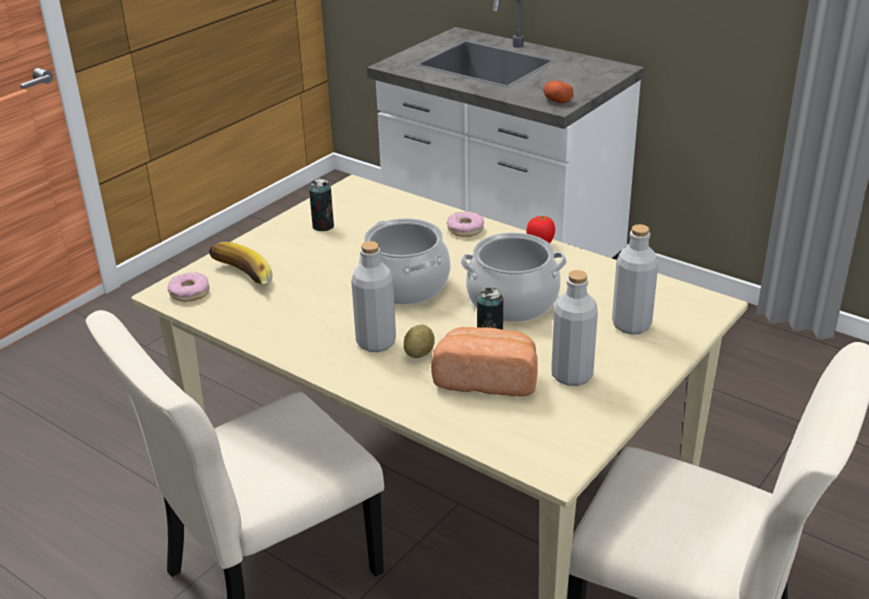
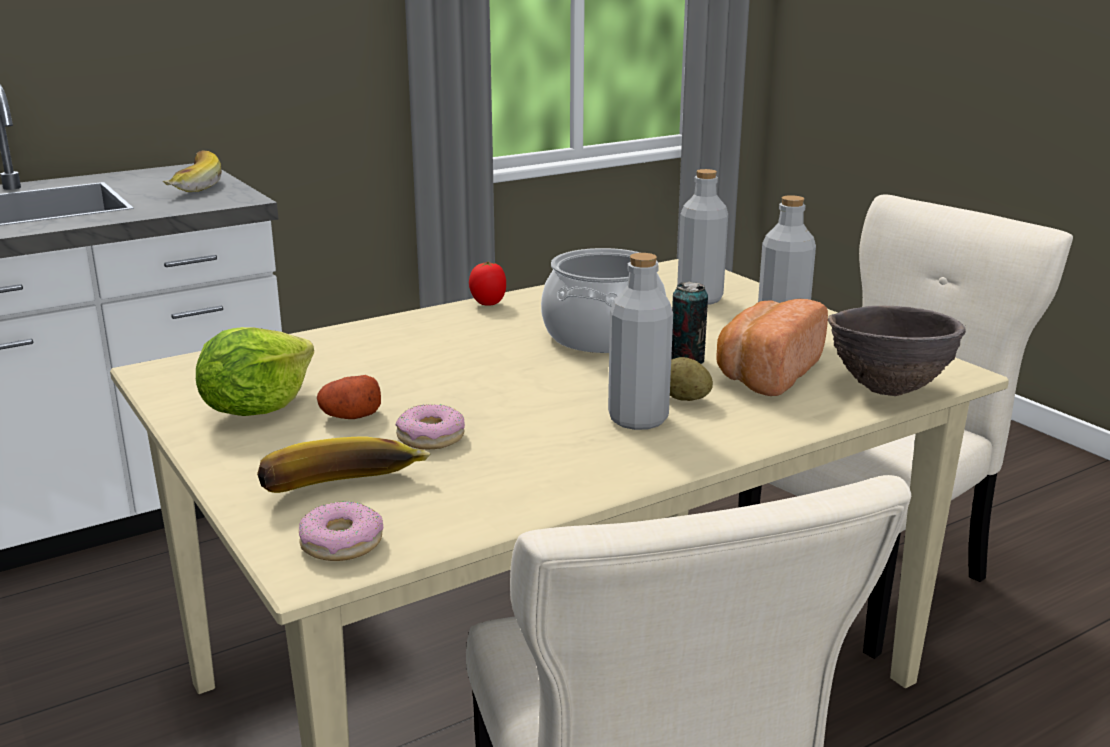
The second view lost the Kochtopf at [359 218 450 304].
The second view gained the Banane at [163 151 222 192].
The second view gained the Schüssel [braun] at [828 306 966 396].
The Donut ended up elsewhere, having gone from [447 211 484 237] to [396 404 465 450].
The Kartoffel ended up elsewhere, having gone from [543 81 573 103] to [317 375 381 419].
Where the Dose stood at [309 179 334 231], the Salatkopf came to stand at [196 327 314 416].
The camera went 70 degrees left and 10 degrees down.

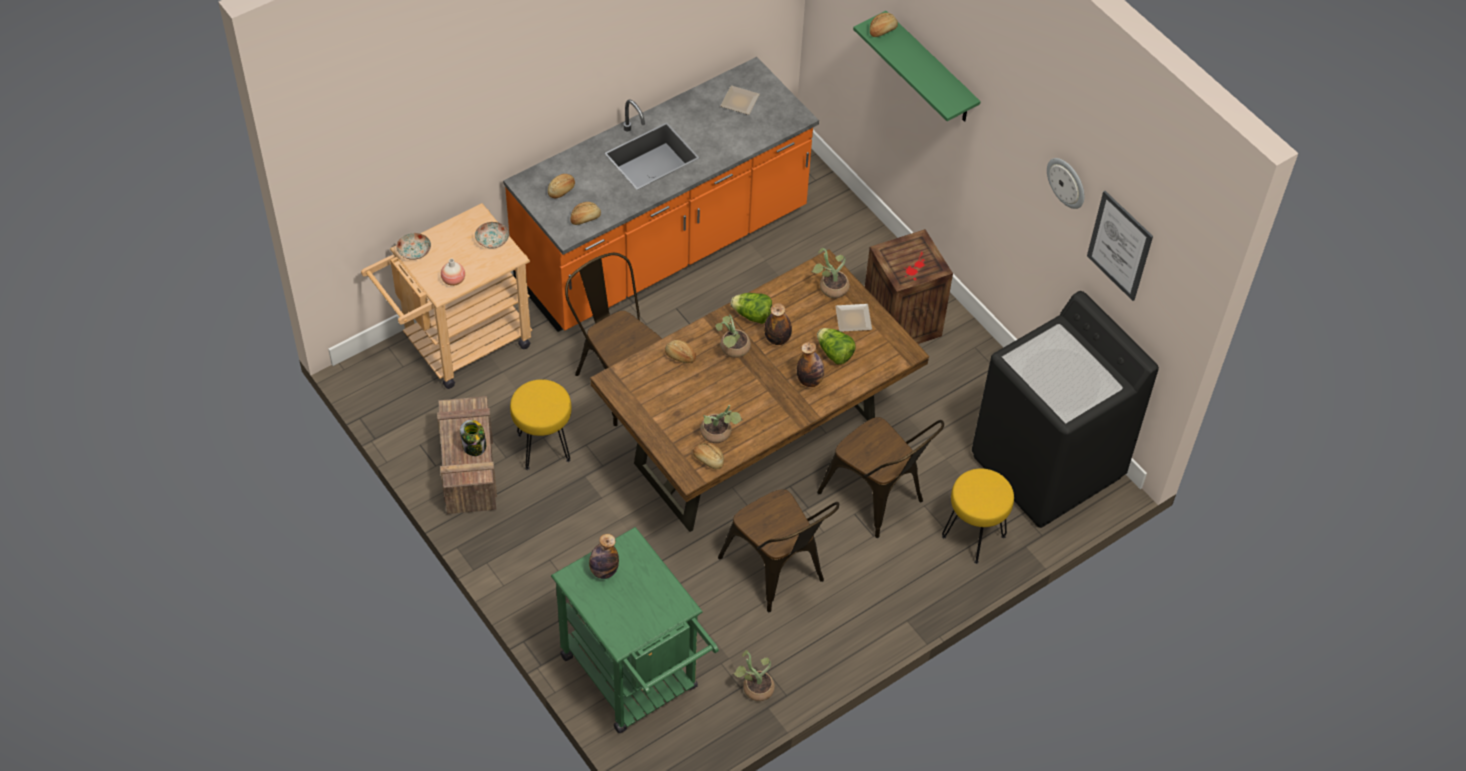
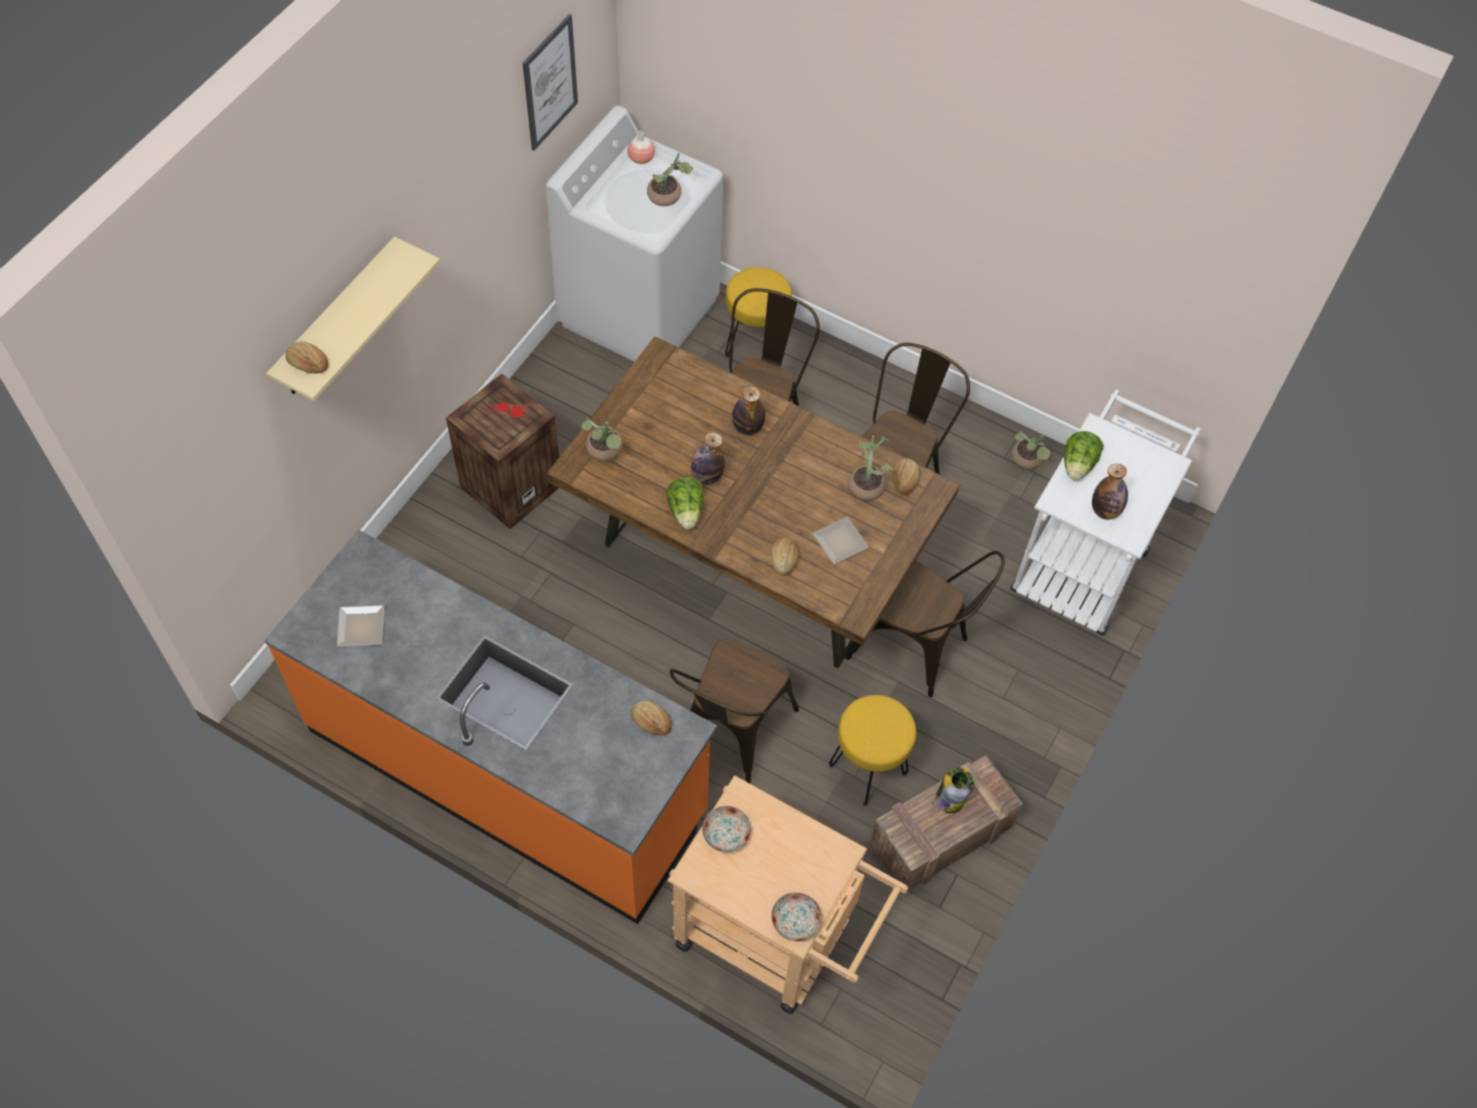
The second view lost the Brot at [548 174 575 198].
The second view lost the Wanduhr at [1047 158 1084 209].
The second view gained the Stuhl [braun] at [846 551 1005 697].
The Vase ended up elsewhere, having gone from [441 259 465 286] to [627 131 655 164].
The Topfpflanze ended up elsewhere, having gone from [715 315 751 358] to [647 152 693 206].
The Salatkopf ended up elsewhere, having gone from [817 328 856 364] to [1064 431 1104 481].
The Teller ended up elsewhere, having gone from [835 304 872 332] to [812 517 869 564].
What was the Rollwagen [grün] at [551 527 719 733] turned into the Rollwagen [weiß] at [1010 390 1201 636].
What was the Wandregal [grün] at [853 11 981 122] turned into the Wandregal [beige] at [266 236 440 401].
What was the Waschmaschine [schwarz] at [972 291 1159 528] turned into the Waschmaschine [weiß] at [546 105 723 362].
The camera went 115 degrees left and 5 degrees up.

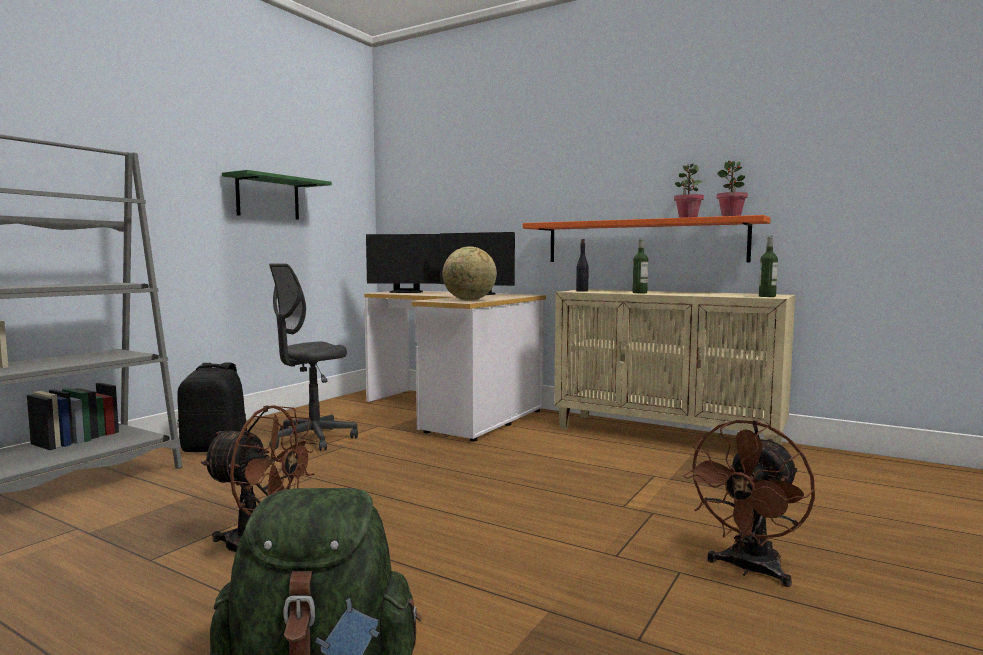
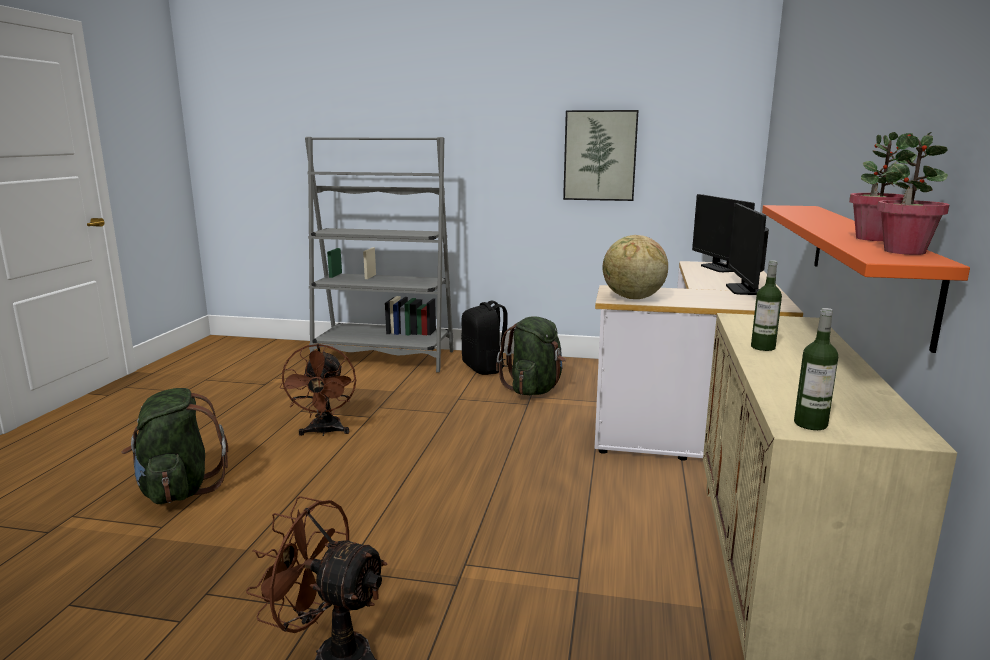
The second view lost the Flasche [schwarz] at [576 239 589 292].
Where the Wandregal [grün] hung at [222 170 332 220], the Bild came to hang at [563 110 638 201].
Where the Bürostuhl [grau] stood at [269 263 358 451], the Rucksack [grün] came to stand at [496 317 566 395].
The camera went 70 degrees right and 10 degrees up.

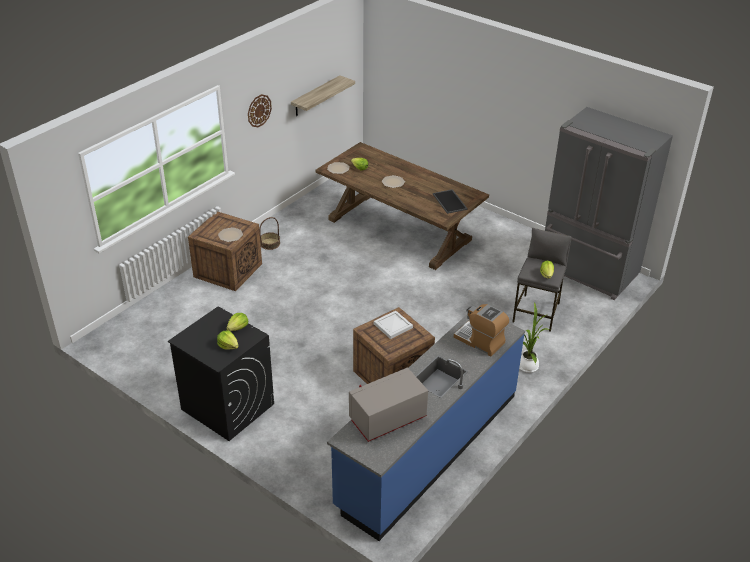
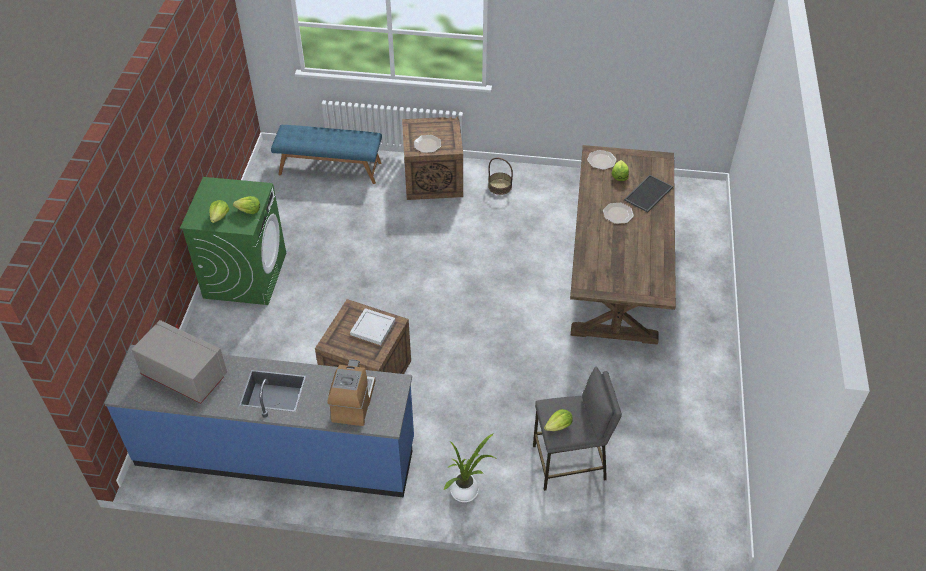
The second view lost the Wanduhr at [248 94 272 127].
The second view lost the Wandregal at [291 75 355 116].
The second view lost the Kühlschrank [grau] at [545 107 673 300].
The second view gained the Bank [blau] at [271 125 382 184].
The Tablett ended up elsewhere, having gone from [433 189 468 214] to [624 175 673 213].
What was the Waschmaschine [schwarz] at [168 306 274 441] turned into the Waschmaschine [grün] at [180 177 286 305].
The camera went 60 degrees right and 10 degrees up.

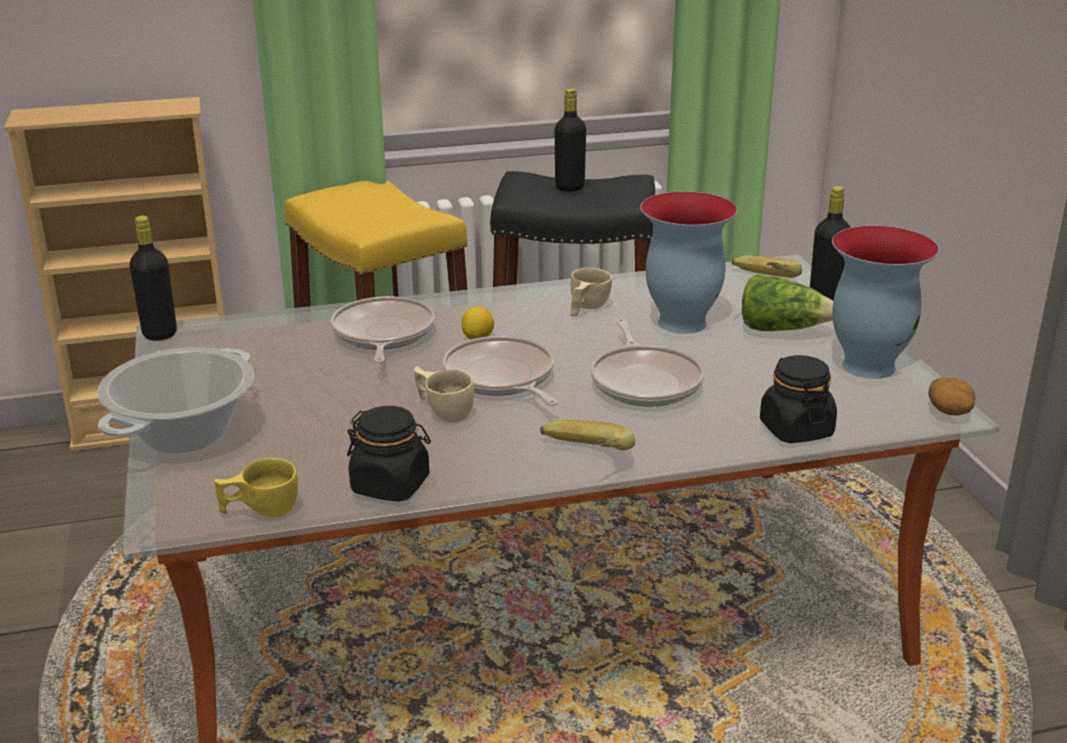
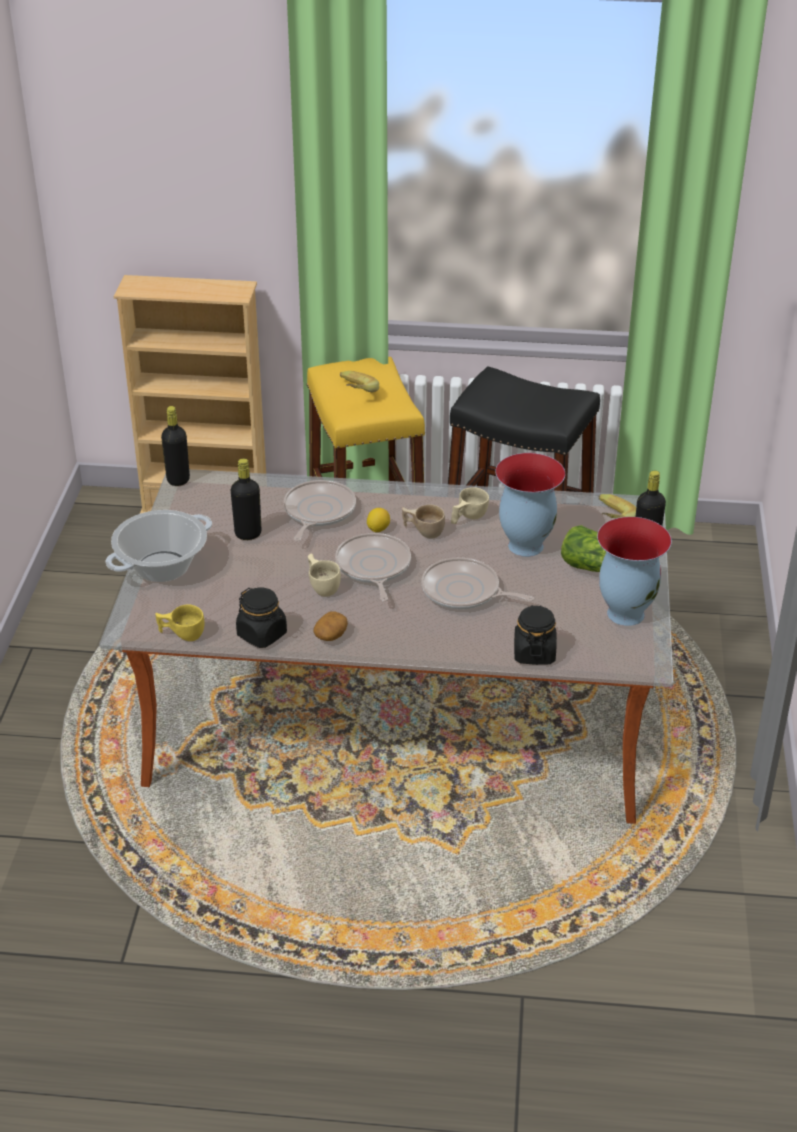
The second view gained the Tasse [beige] at [402 504 445 539].
The Banane ended up elsewhere, having gone from [540 420 635 450] to [340 371 379 392].
The Flasche [schwarz] ended up elsewhere, having gone from [555 88 586 192] to [231 458 261 540].
The Kartoffel ended up elsewhere, having gone from [928 377 975 416] to [313 612 348 641].
The Pfanne at [591 319 704 407] ended up facing another way, 105 degrees clockwise from before.
The camera went 20 degrees right and 10 degrees up.

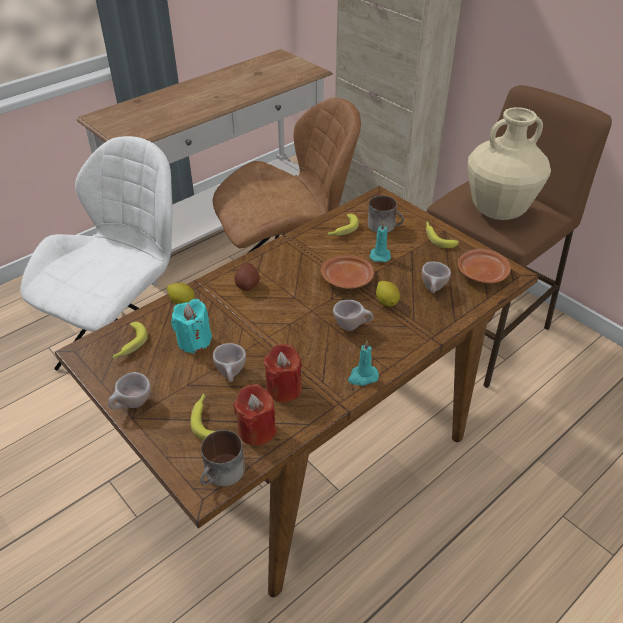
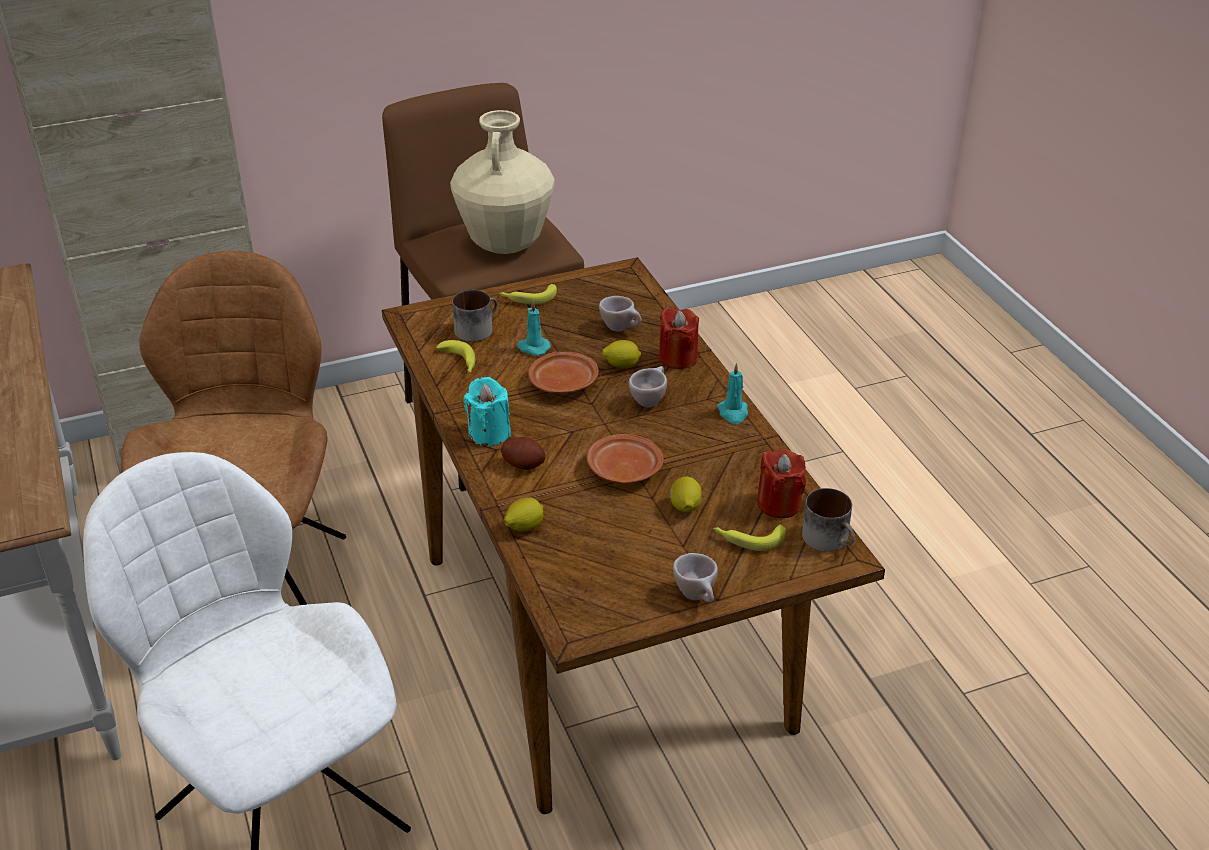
The second view lost the Banane at [113 322 148 358].
The Kerze [türkis] ended up elsewhere, having gone from [171 299 212 354] to [463 377 511 447].
The Kerze [rot] ended up elsewhere, having gone from [264 344 302 402] to [659 306 699 369].
The Teller [braun] ended up elsewhere, having gone from [458 249 511 284] to [587 434 664 484].
Where the Tasse [beige] stood at [213 343 246 382], the Zitrone came to stand at [670 477 702 512].
The camera went 70 degrees left and 5 degrees down.

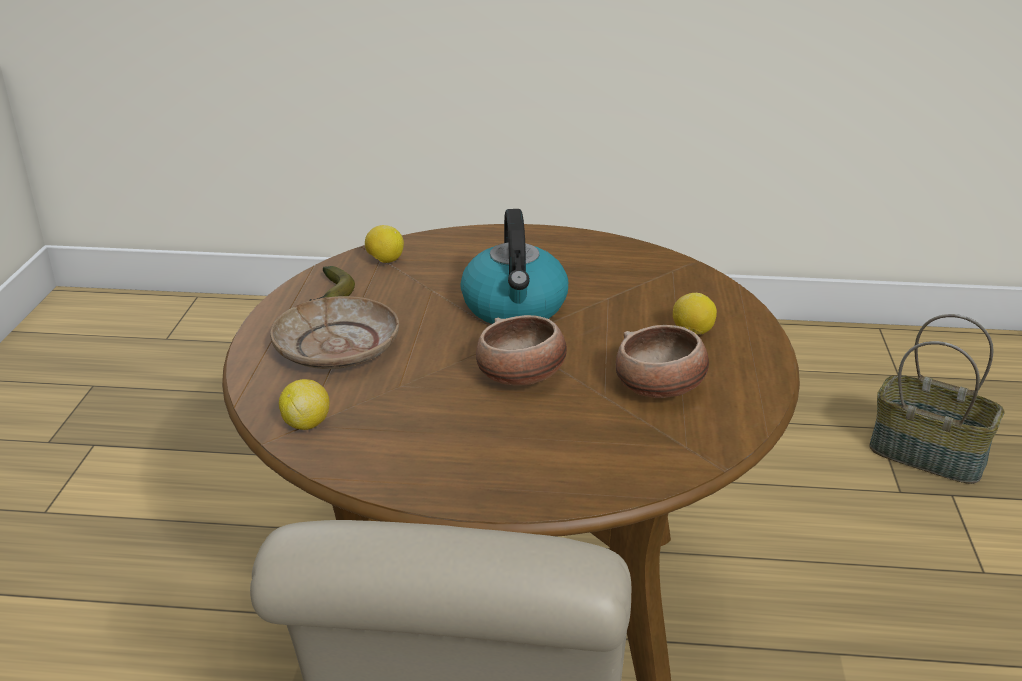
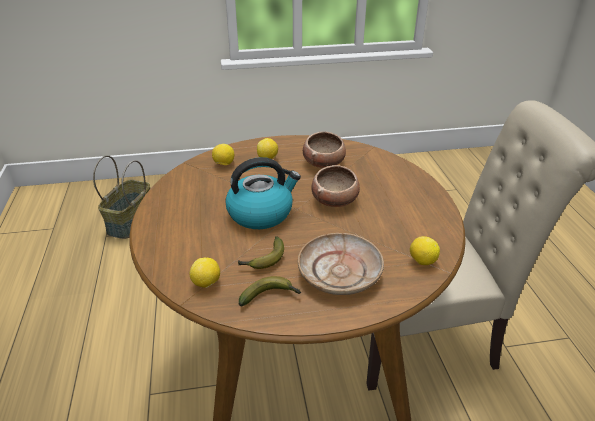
The second view gained the Zitrone at [212 144 234 165].
The second view gained the Banane at [238 236 284 269].
The camera went 105 degrees left and 5 degrees up.

